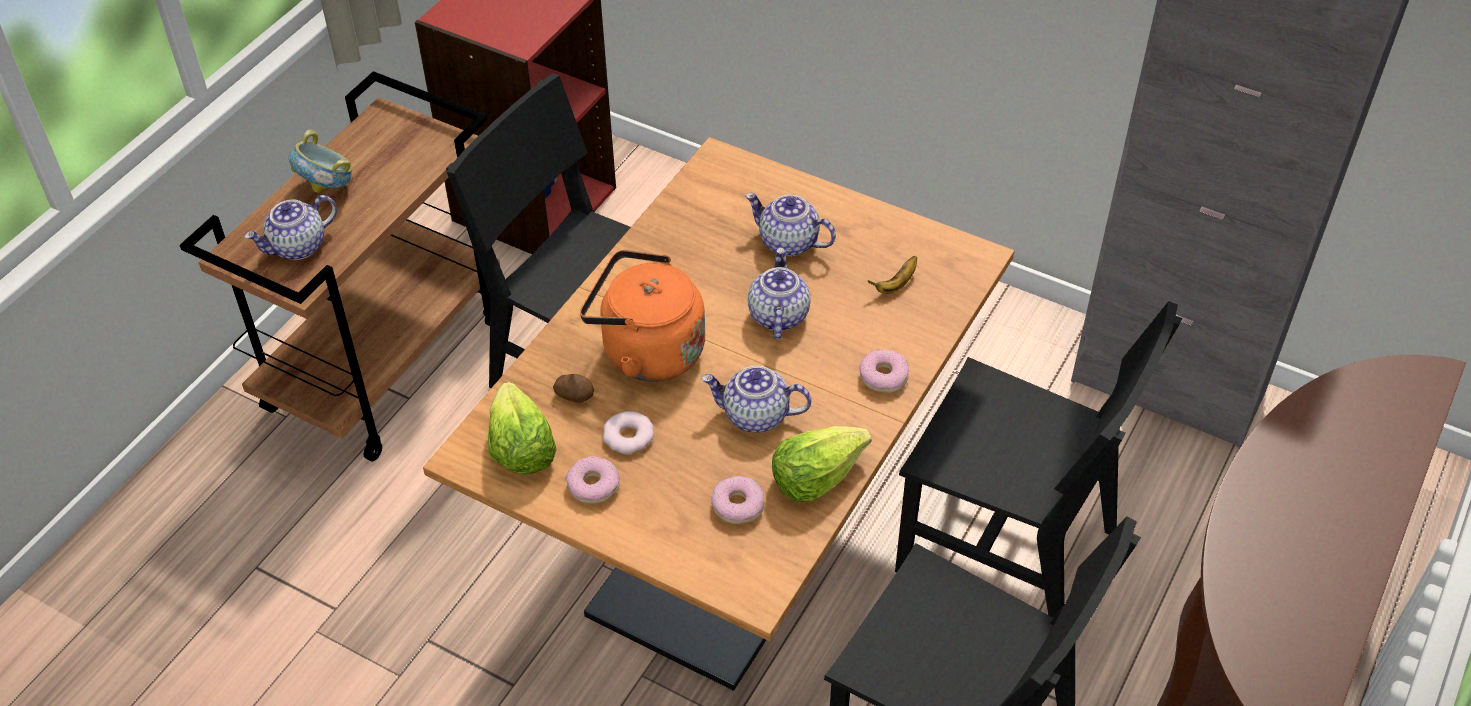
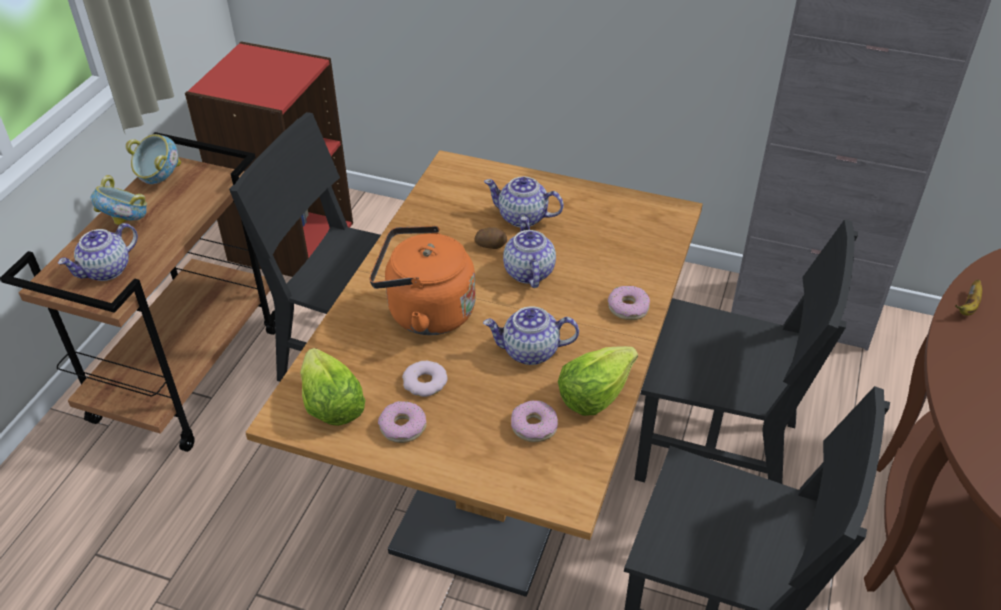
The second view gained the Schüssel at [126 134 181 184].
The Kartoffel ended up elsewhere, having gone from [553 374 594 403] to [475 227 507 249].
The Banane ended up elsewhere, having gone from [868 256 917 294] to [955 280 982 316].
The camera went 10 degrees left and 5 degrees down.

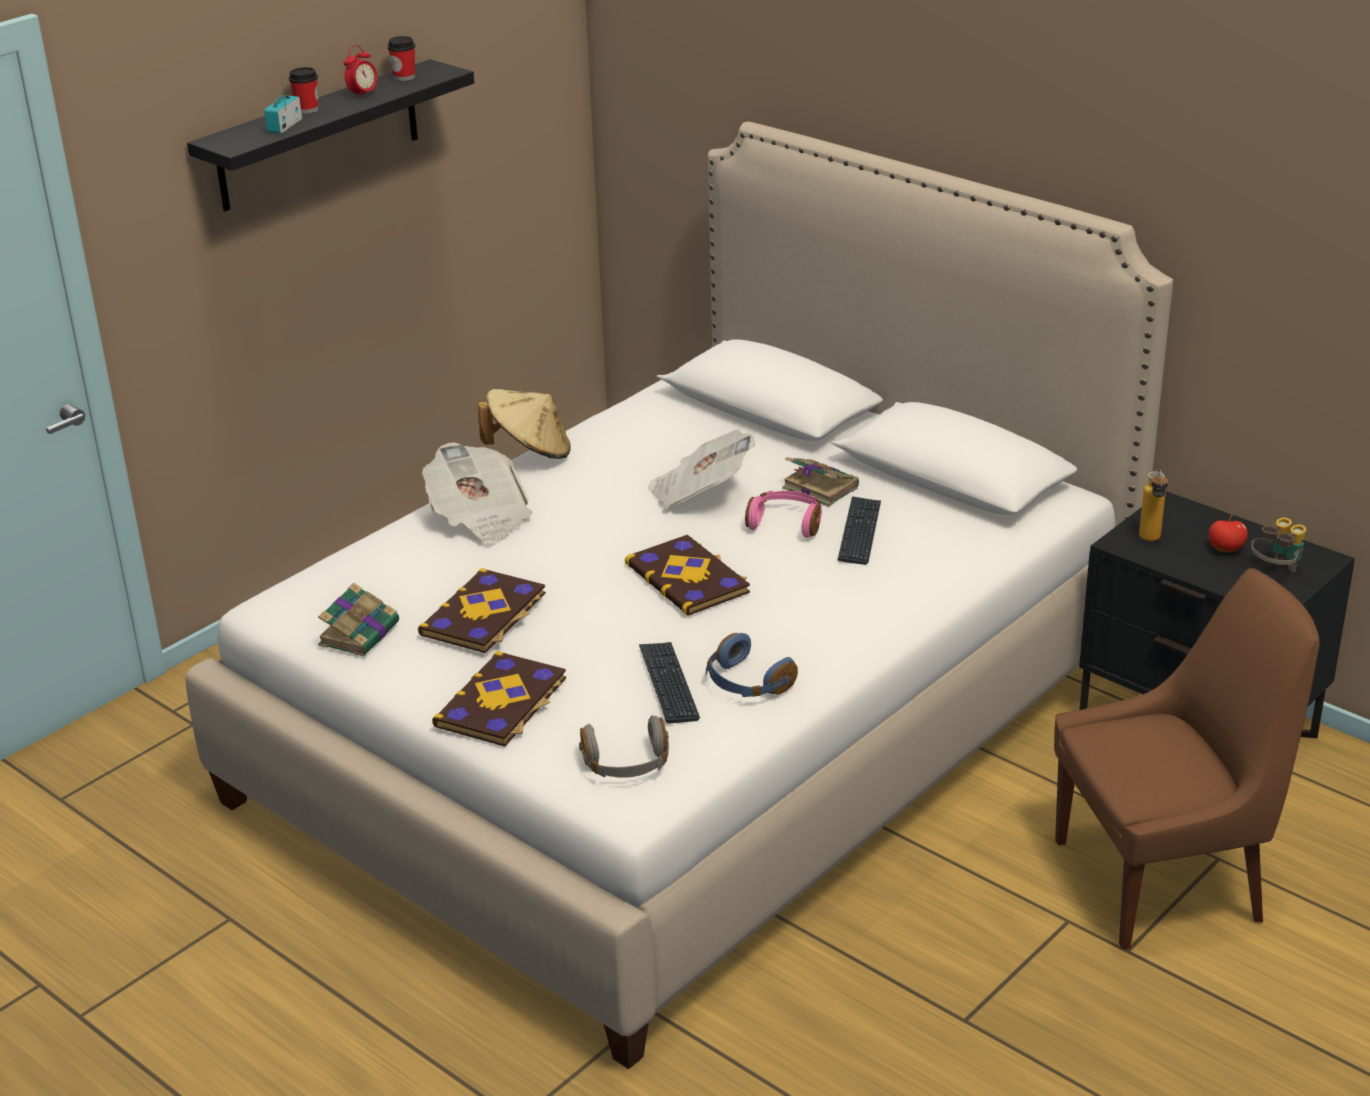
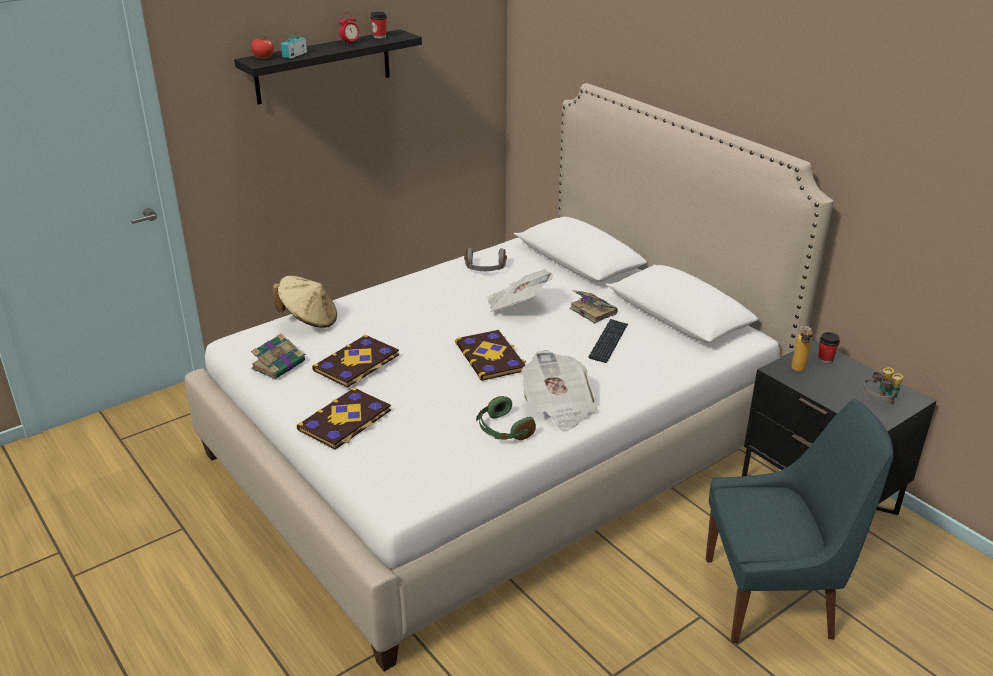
The second view lost the Tastatur at [639 642 700 724].
The second view lost the Kopfhörer [rosa] at [745 491 822 538].
The Tasse ended up elsewhere, having gone from [289 67 318 114] to [818 332 840 363].
The Zeitung ended up elsewhere, having gone from [422 442 533 545] to [522 350 597 431].
The Hut [beige] ended up elsewhere, having gone from [478 389 571 459] to [273 276 337 328].
The Kopfhörer [grau] ended up elsewhere, having gone from [579 715 669 778] to [464 248 507 271].
The Apfel ended up elsewhere, having gone from [1208 515 1248 552] to [251 36 274 59].
What was the Kopfhörer [blau] at [706 633 798 697] turned into the Kopfhörer [grün] at [476 396 536 440].
What was the Stuhl [braun] at [1054 568 1320 949] turned into the Stuhl [blau] at [706 399 893 643].
The camera went 10 degrees right and 0 degrees up.

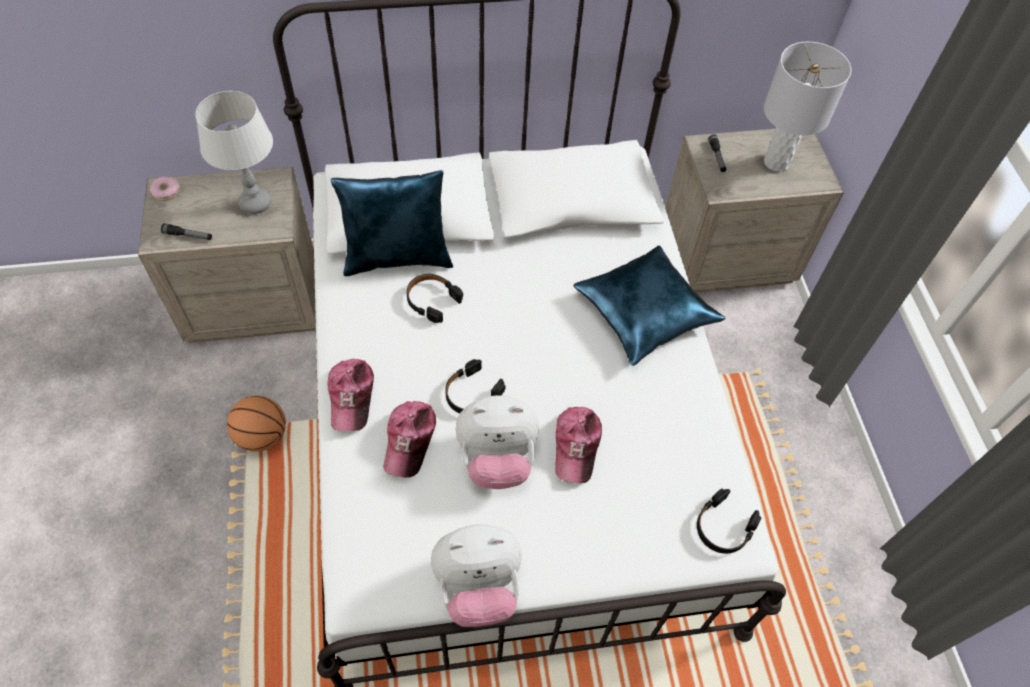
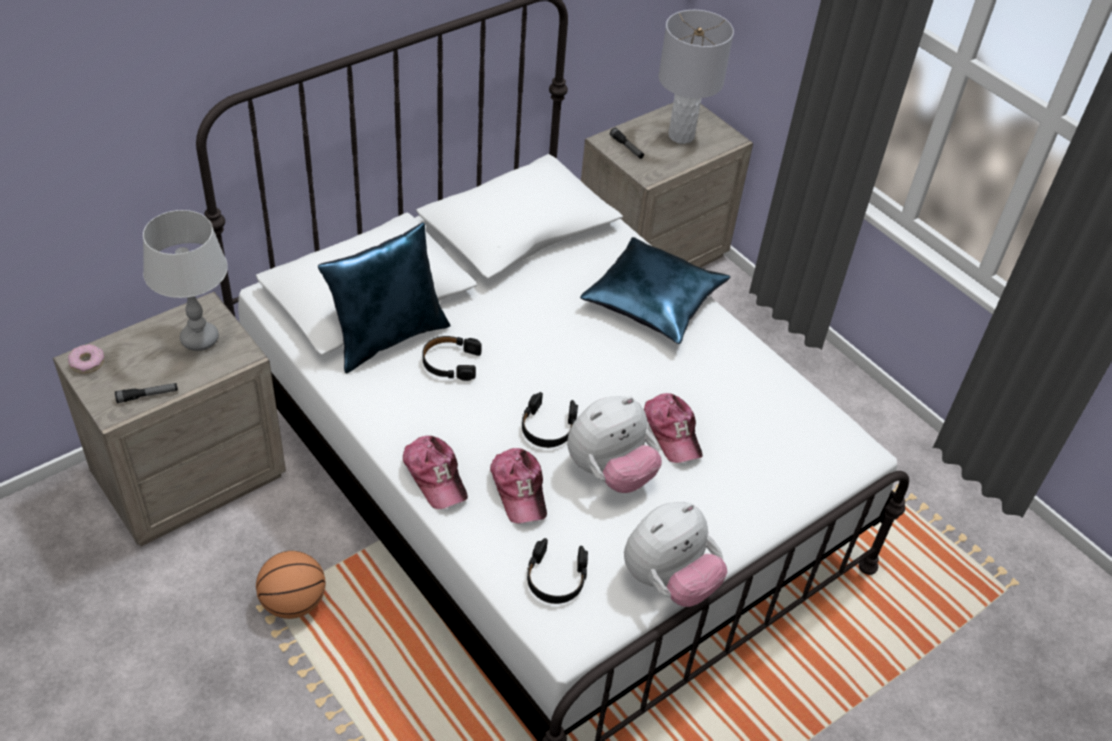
The Kopfhörer [schwarz] ended up elsewhere, having gone from [697 488 762 554] to [527 538 588 604].
The camera went 30 degrees left and 10 degrees down.

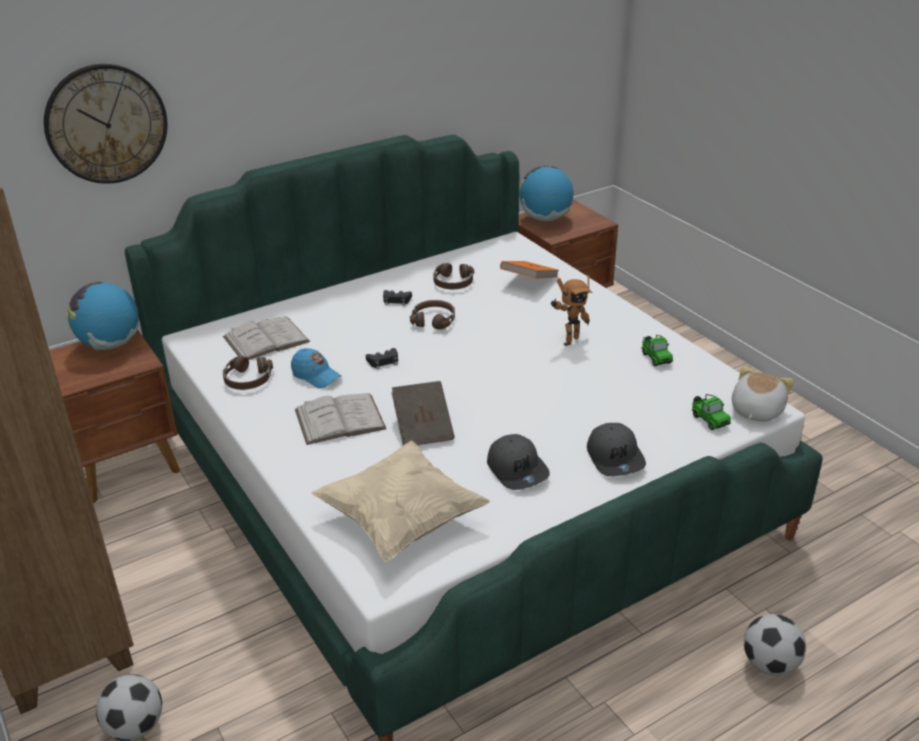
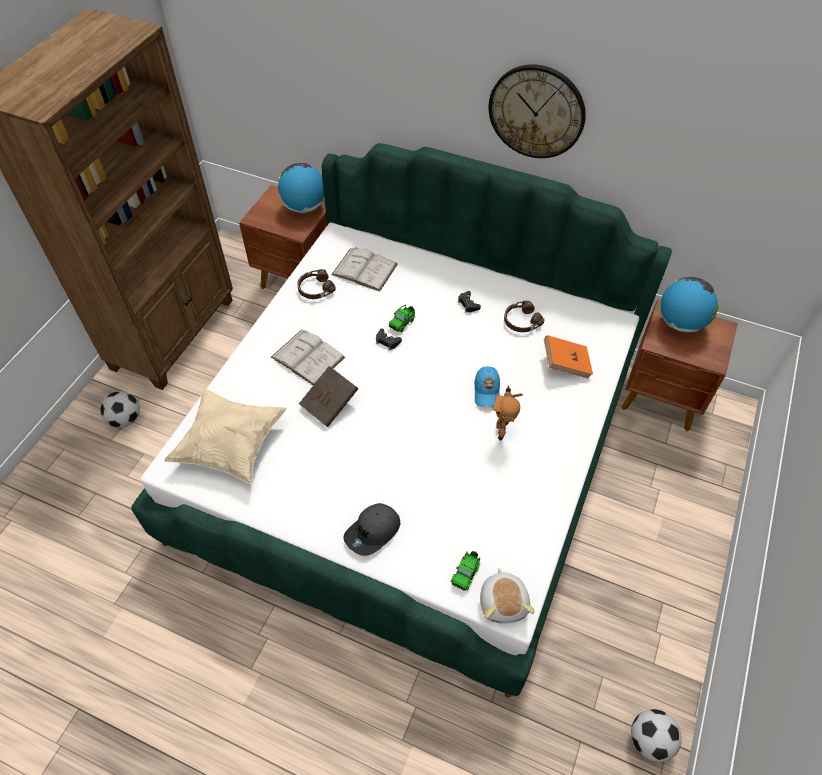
The second view lost the Kopfhörer [braun] at [410 300 455 329].
The second view lost the Kappe [grau] at [487 434 550 490].
The Wanduhr ended up elsewhere, having gone from [44 64 168 184] to [488 64 586 158].
The Kappe [blau] ended up elsewhere, having gone from [291 348 341 389] to [474 366 500 406].
The Spielzeugauto ended up elsewhere, having gone from [641 335 673 366] to [389 305 415 332].
The Fußball ended up elsewhere, having gone from [744 614 806 676] to [631 709 682 762].
The Spielzeugroboter at [551 275 593 346] ended up facing another way, 75 degrees clockwise from before.
The Plüschtier at [732 366 793 421] ended up facing another way, 90 degrees clockwise from before.
The camera went 55 degrees right and 20 degrees up.

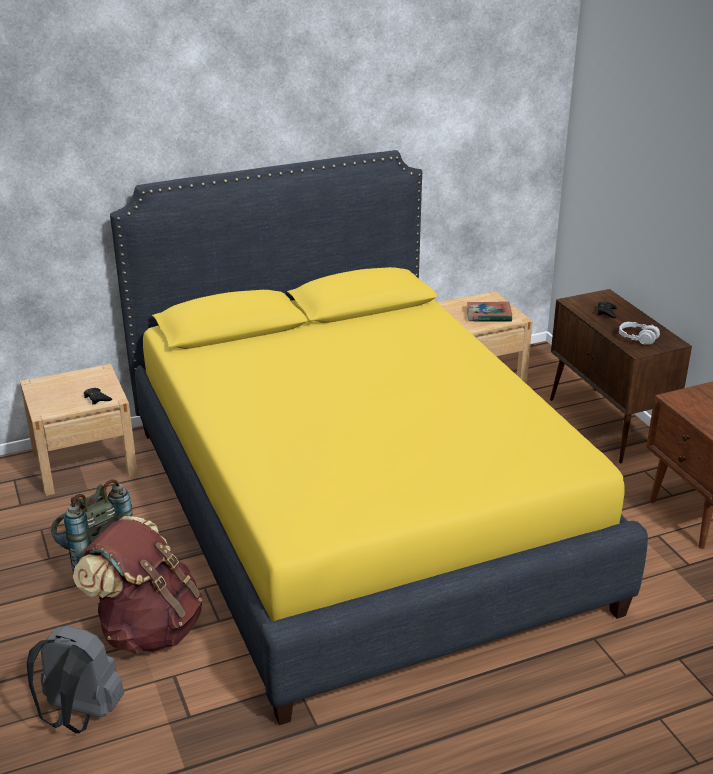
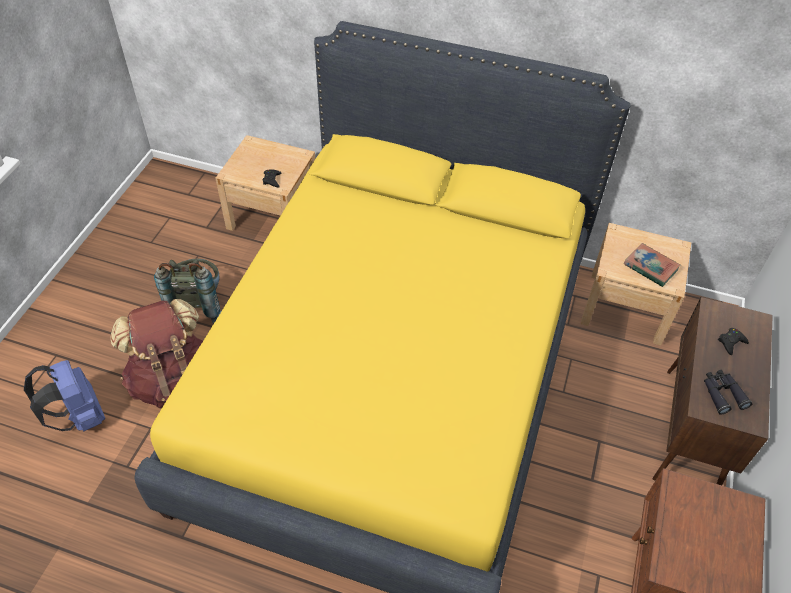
Where the Kopfhörer [grau] stood at [619 322 660 345], the Fernglas [schwarz] came to stand at [704 370 752 415].
What was the Rucksack [grau] at [27 626 124 733] turned into the Rucksack [blau] at [24 360 105 432].
The camera went 40 degrees right and 20 degrees up.

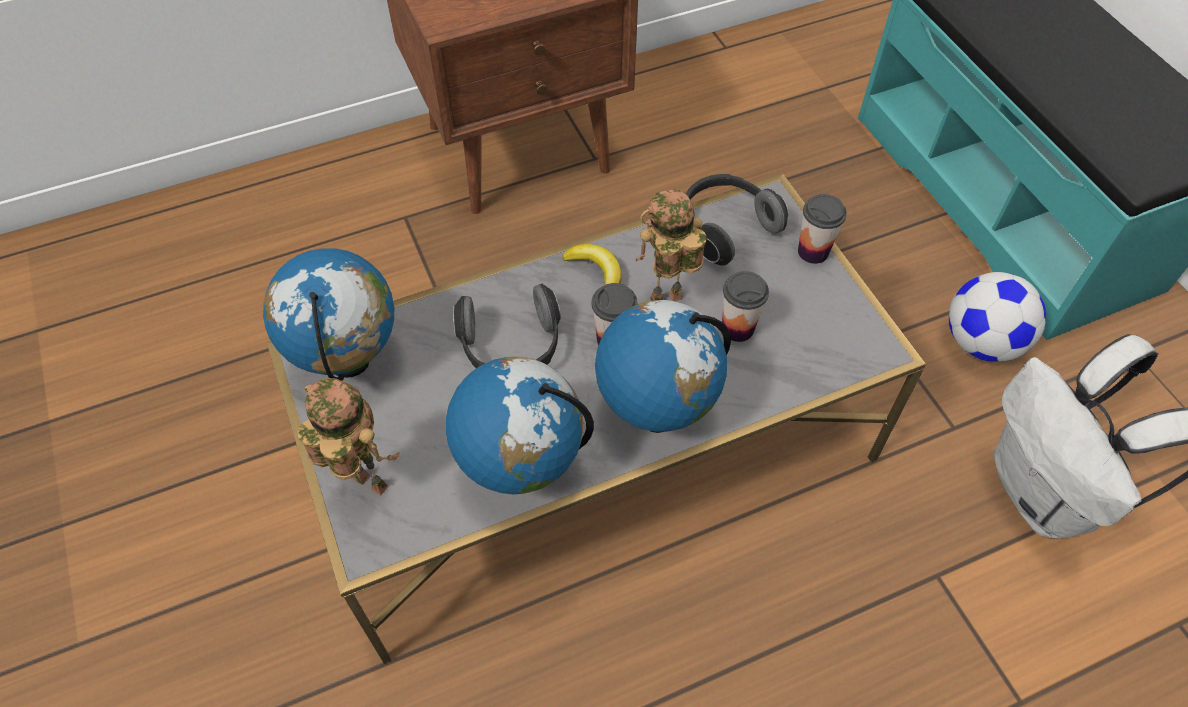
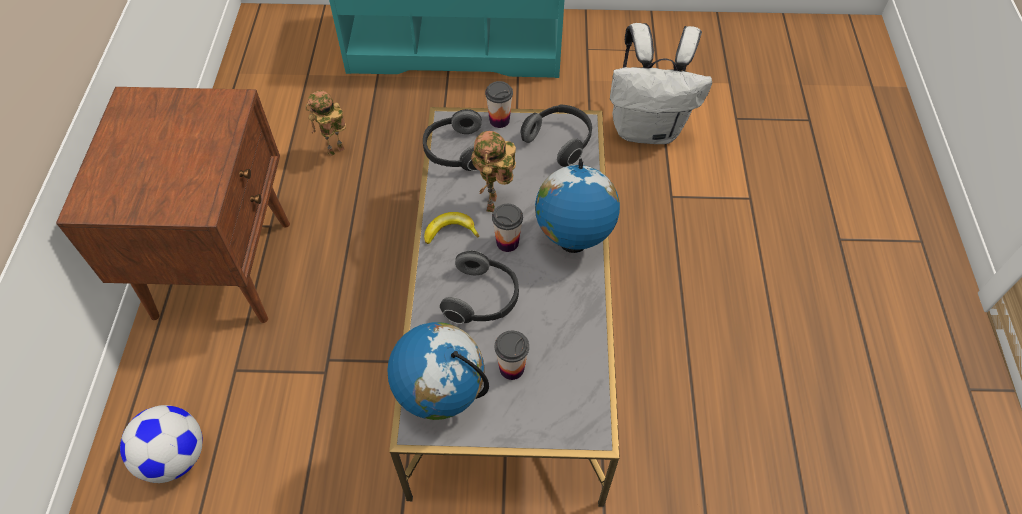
The second view lost the Globus at [446 357 594 494].
The second view gained the Kopfhörer at [520 105 592 167].
The Spielzeugroboter ended up elsewhere, having gone from [298 378 400 496] to [305 90 346 156].
The Tasse ended up elsewhere, having gone from [722 271 769 342] to [495 331 529 380].
The Fußball ended up elsewhere, having gone from [949 272 1046 362] to [120 405 203 483].
The camera went 65 degrees left and 0 degrees up.

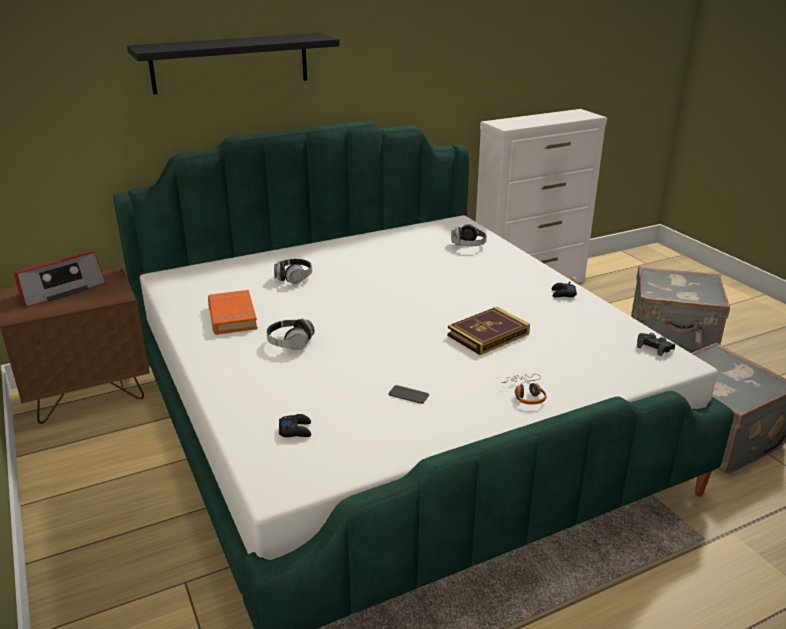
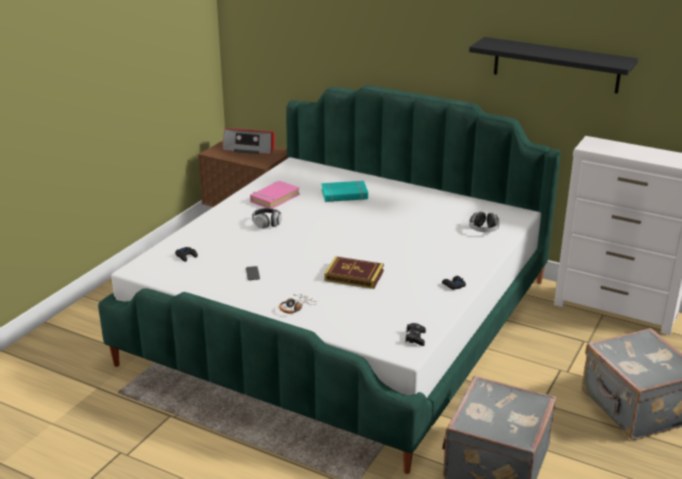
The Wandregal [schwarz] ended up elsewhere, having gone from [127 33 340 95] to [469 37 638 94].
Where the Kopfhörer stood at [274 259 312 284], the Buch [türkis] came to stand at [321 181 368 202].
What was the Buch [orange] at [208 290 258 335] turned into the Buch [rosa] at [250 181 300 208].
The camera went 55 degrees right and 0 degrees up.

